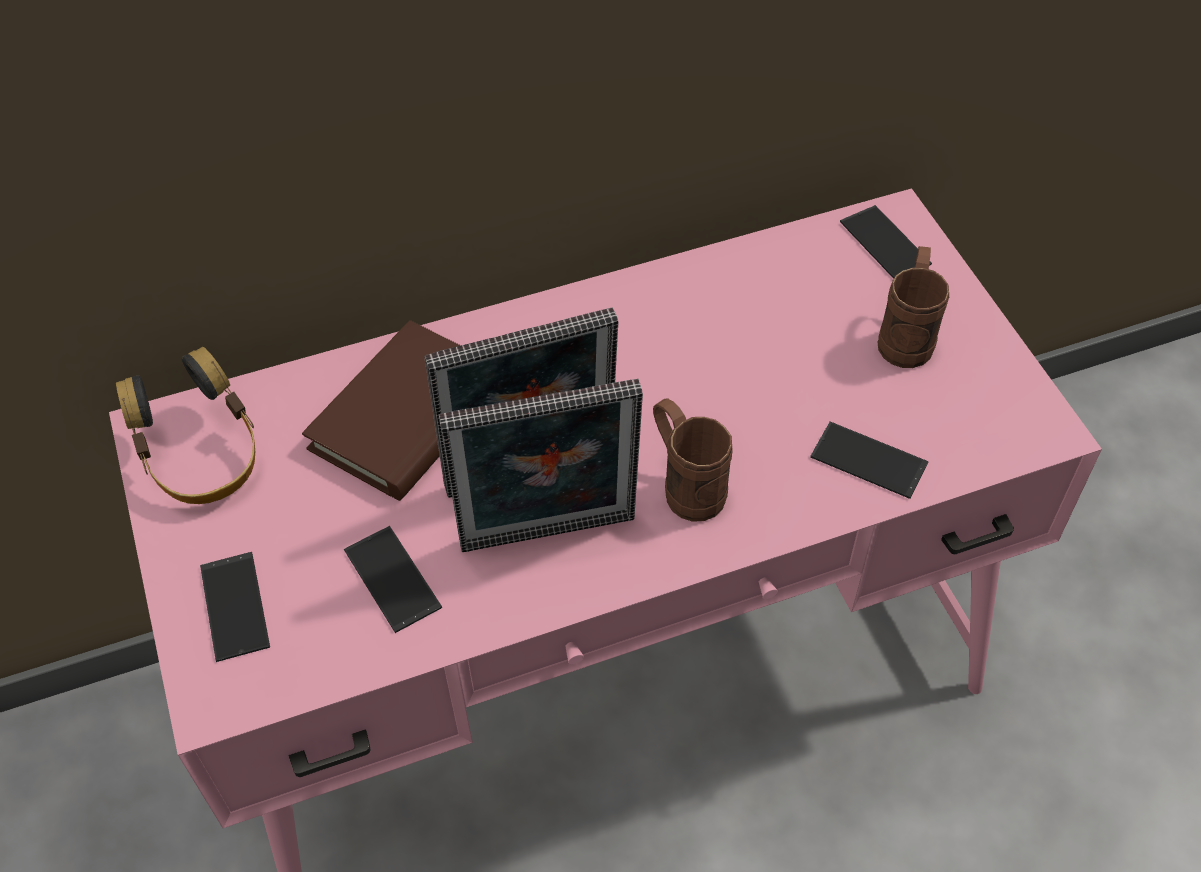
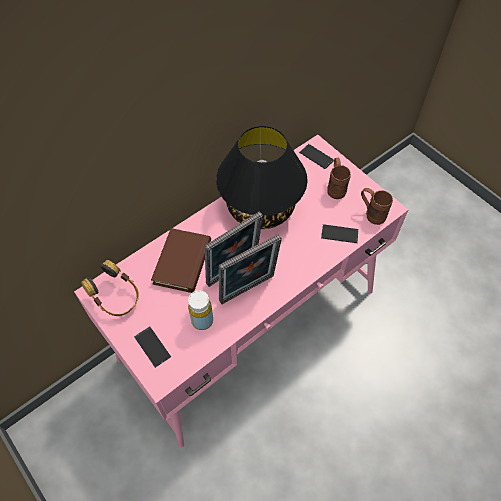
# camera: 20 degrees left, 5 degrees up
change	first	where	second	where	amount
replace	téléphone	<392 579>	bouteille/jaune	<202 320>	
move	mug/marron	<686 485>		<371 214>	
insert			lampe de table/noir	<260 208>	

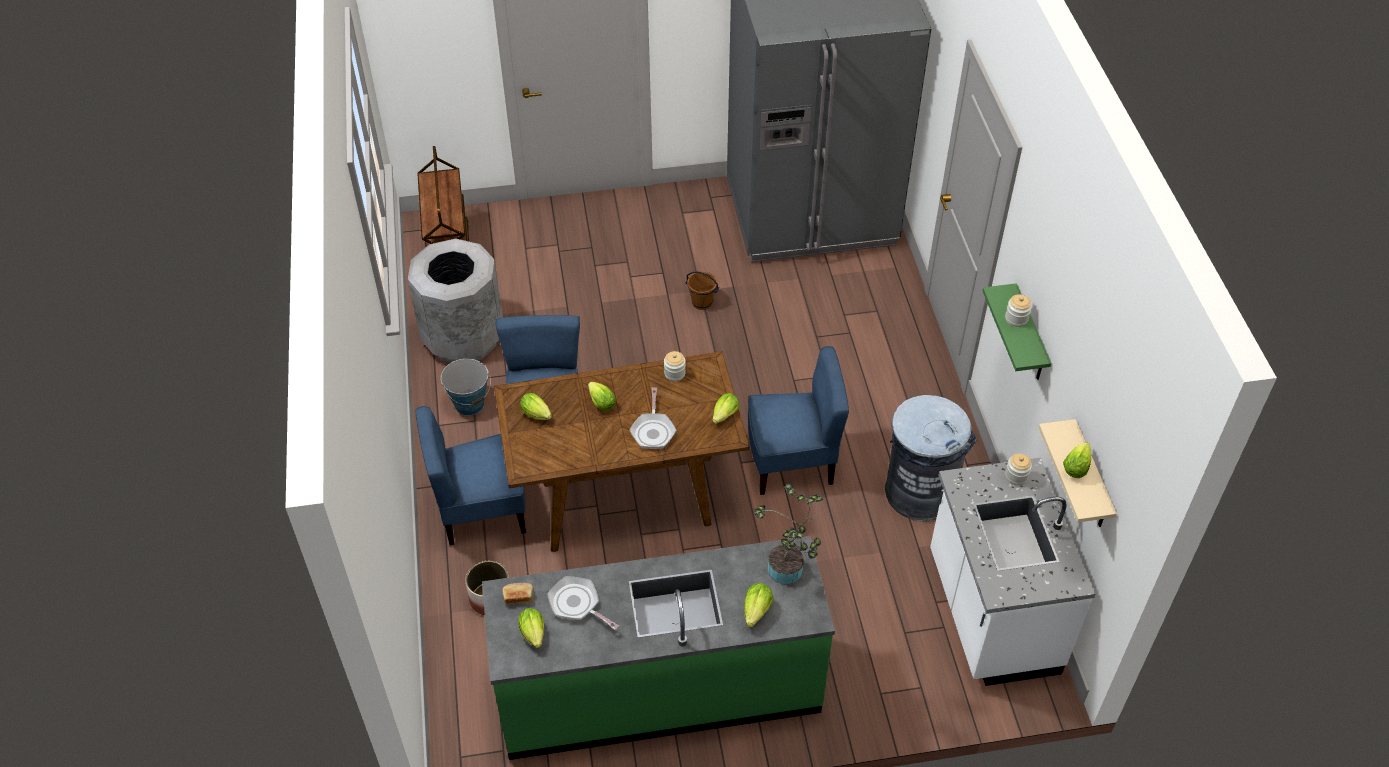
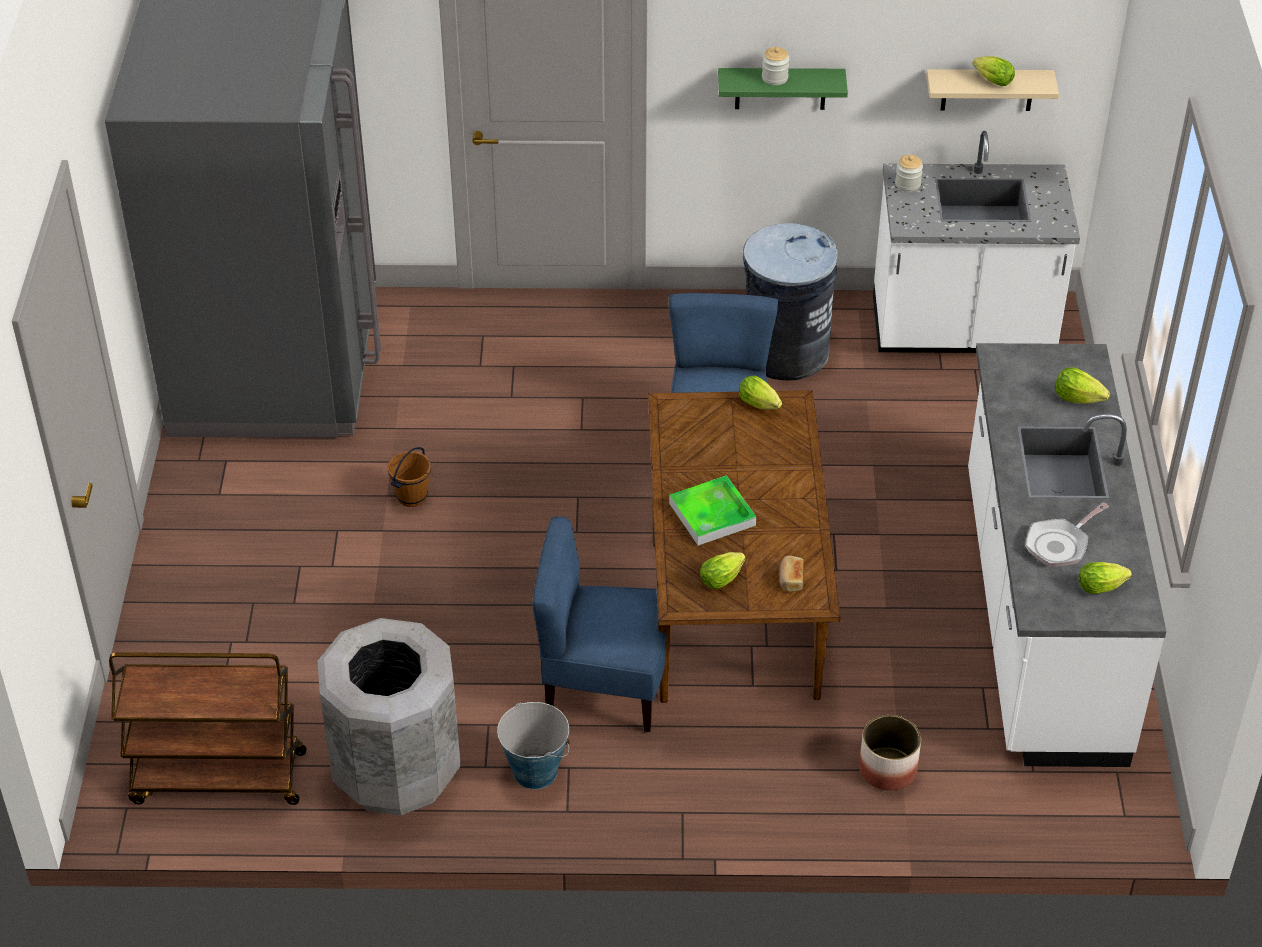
# camera: 80 degrees left, 5 degrees down
change	first	where	second	where	amount
delete	chaise/bleu	<481 511>			
recolor	comptoir de cuisine/vert	<659 689>	comptoir de cuisine/blanc	<1039 616>	
move	pain	<518 596>		<790 579>	
replace	laitue	<600 401>	plateau	<712 514>	
delete	poêle	<653 430>			
delete	bocal	<674 373>			
delete	plante en pot	<788 572>			

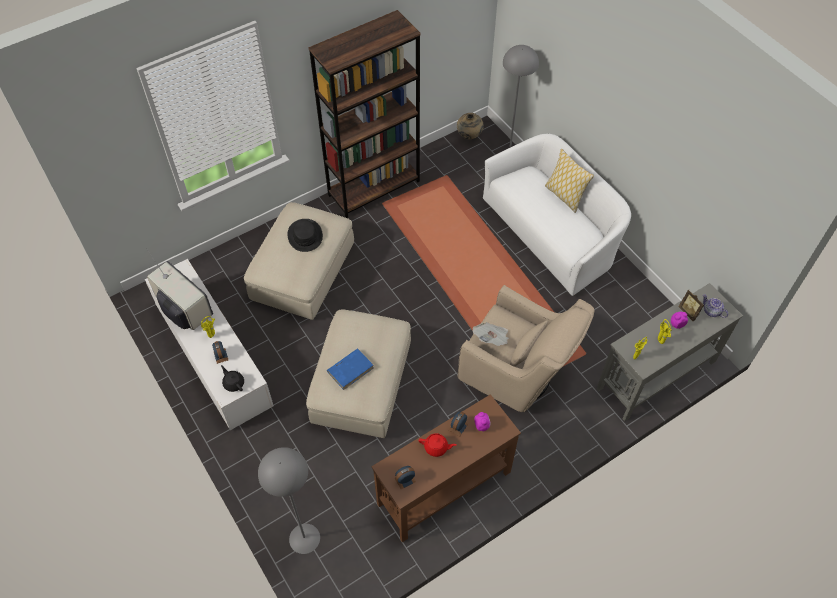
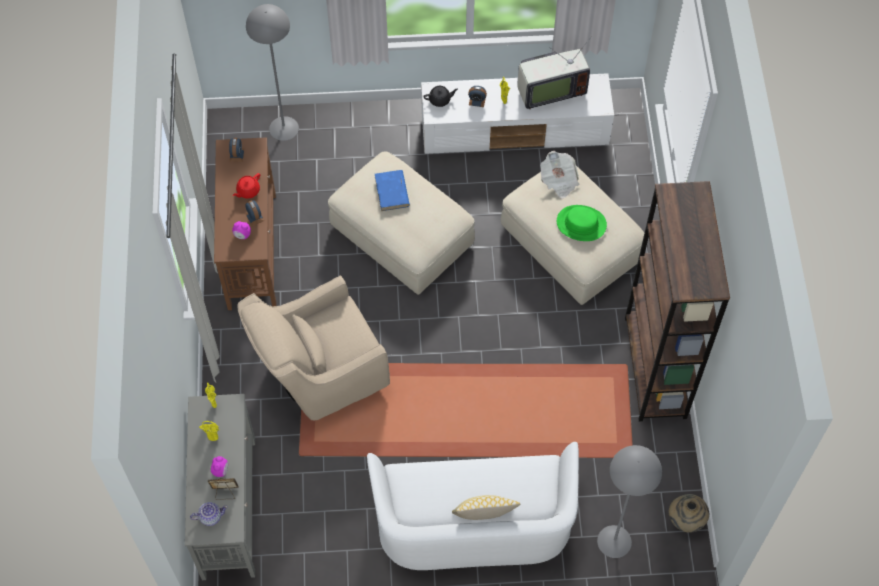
# camera: 120 degrees right, 5 degrees up
change	first	where	second	where	amount
recolor	chapeau/noir	<305 236>	chapeau/vert	<581 224>	
move	journal	<491 339>		<559 181>	

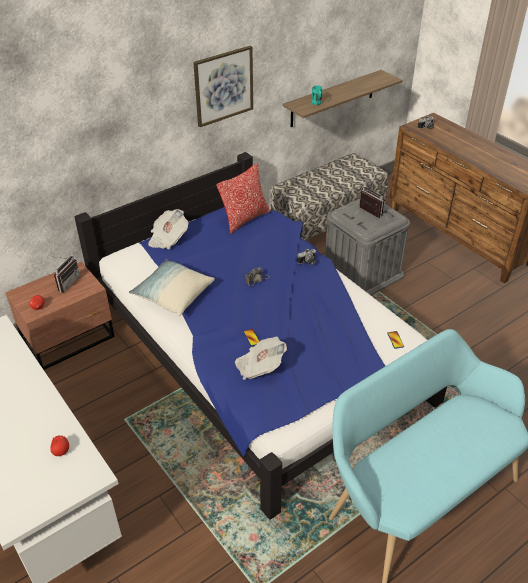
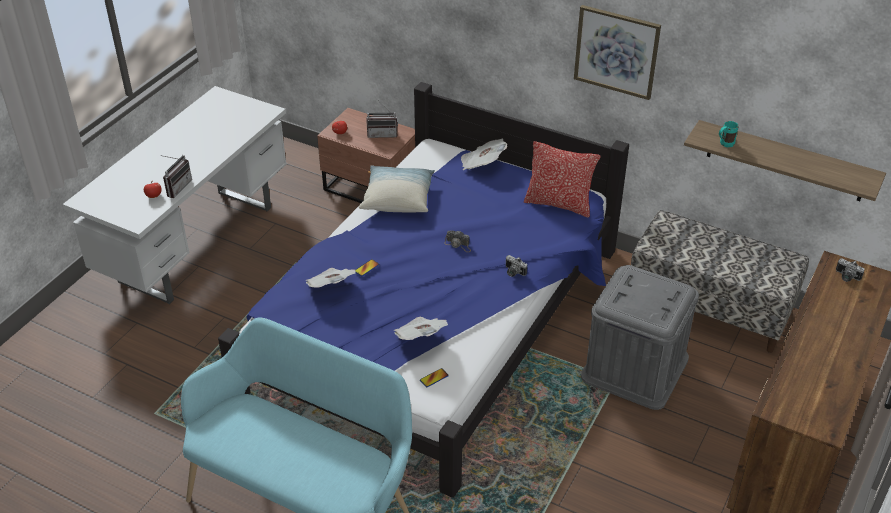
# camera: 65 degrees right, 0 degrees up
change	first	where	second	where	amount
move	radio	<368 213>		<176 187>	
insert			journal	<420 338>	

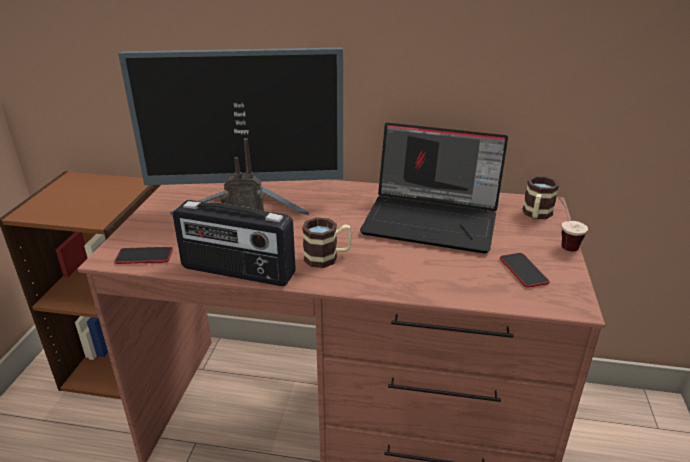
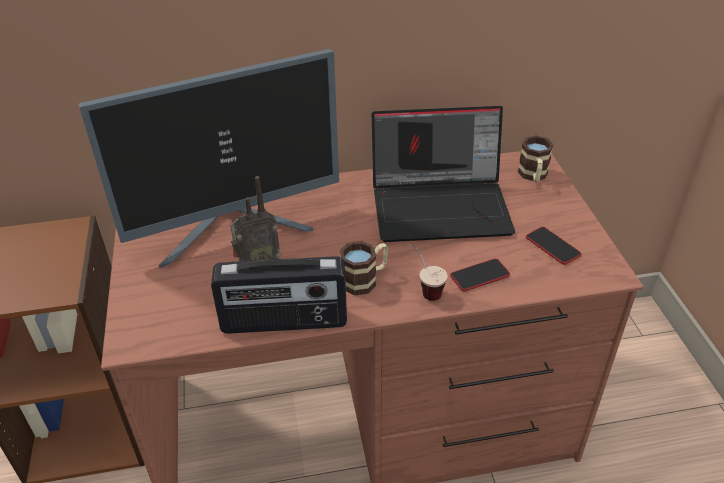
# camera: 20 degrees left, 10 degrees up
change	first	where	second	where	amount
move	téléphone	<144 256>		<479 276>	
move	tasse	<563 242>		<424 288>	

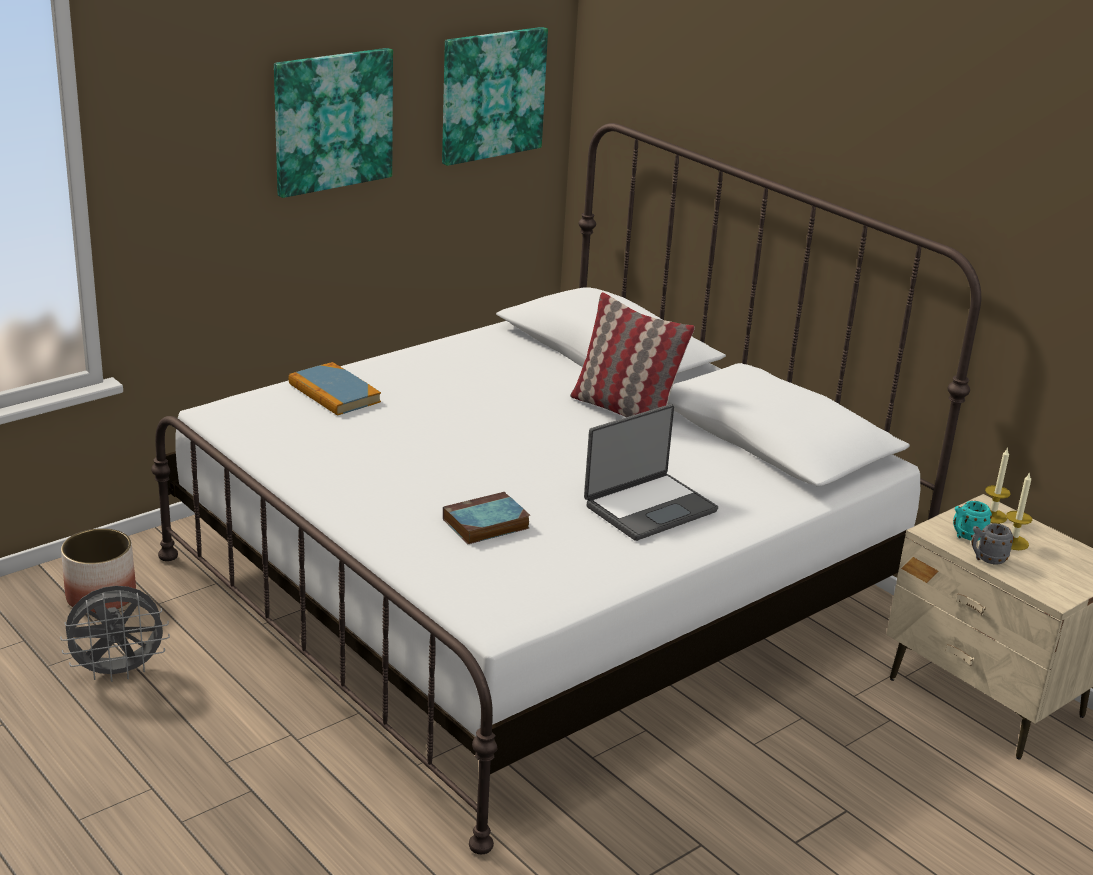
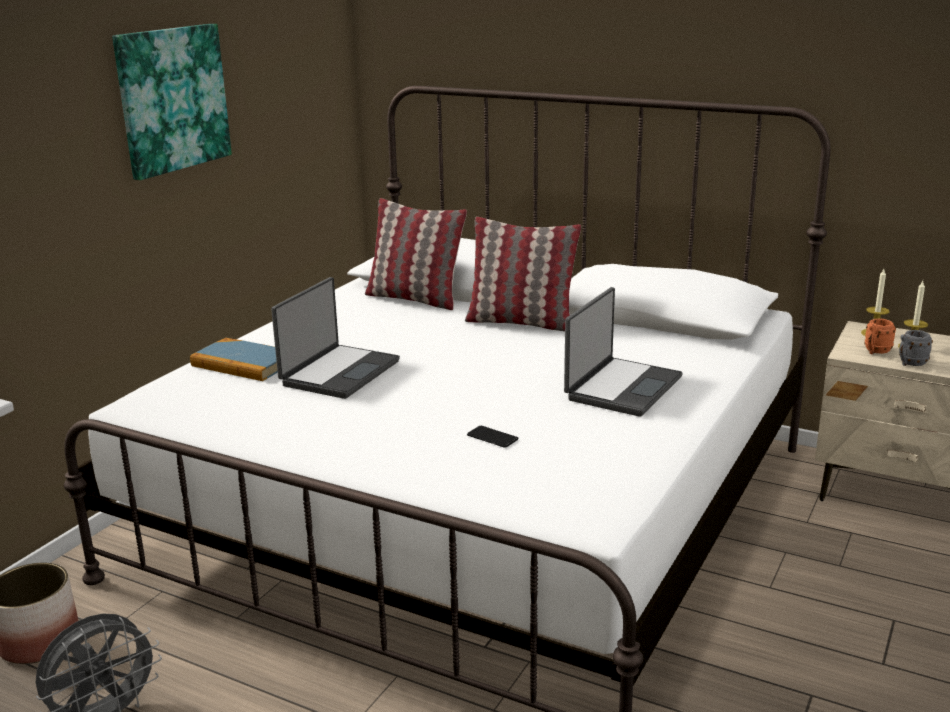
# camera: 20 degrees left, 5 degrees down
change	first	where	second	where	amount
delete	tableau	<492 94>			
replace	livre	<484 524>	téléphone	<492 437>	
recolor	mug/turquoise	<966 536>	mug/orange	<875 351>	
insert			ordinateur portable	<339 373>	
insert			coussin	<415 298>	

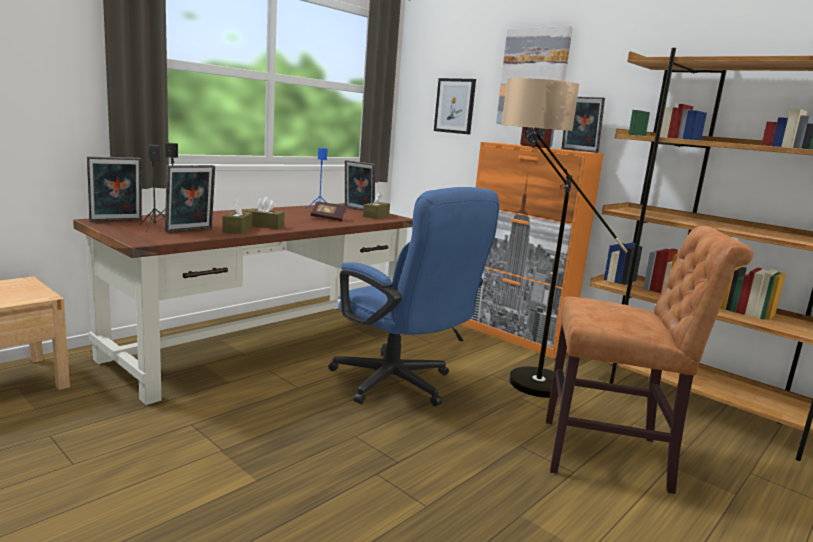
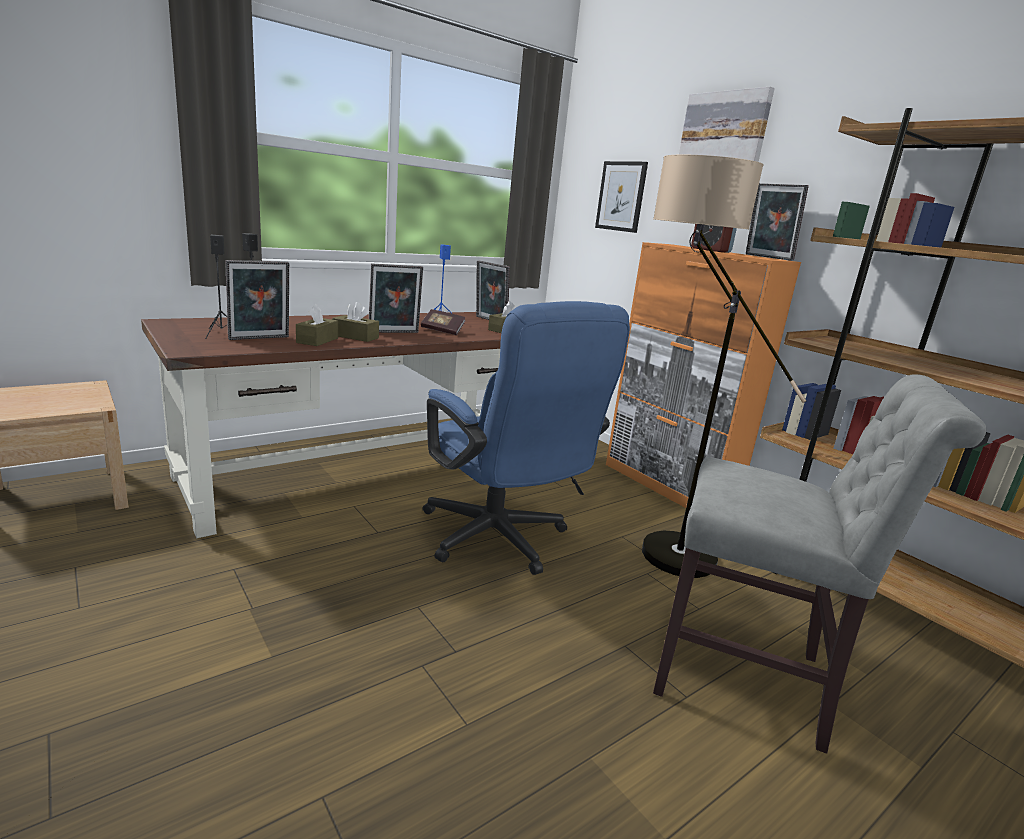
# camera: 10 degrees right, 5 degrees up
change	first	where	second	where	amount
move	cadre photo	<116 221>		<394 332>	
recolor	chaise/marron	<613 457>	chaise/gris	<750 679>	

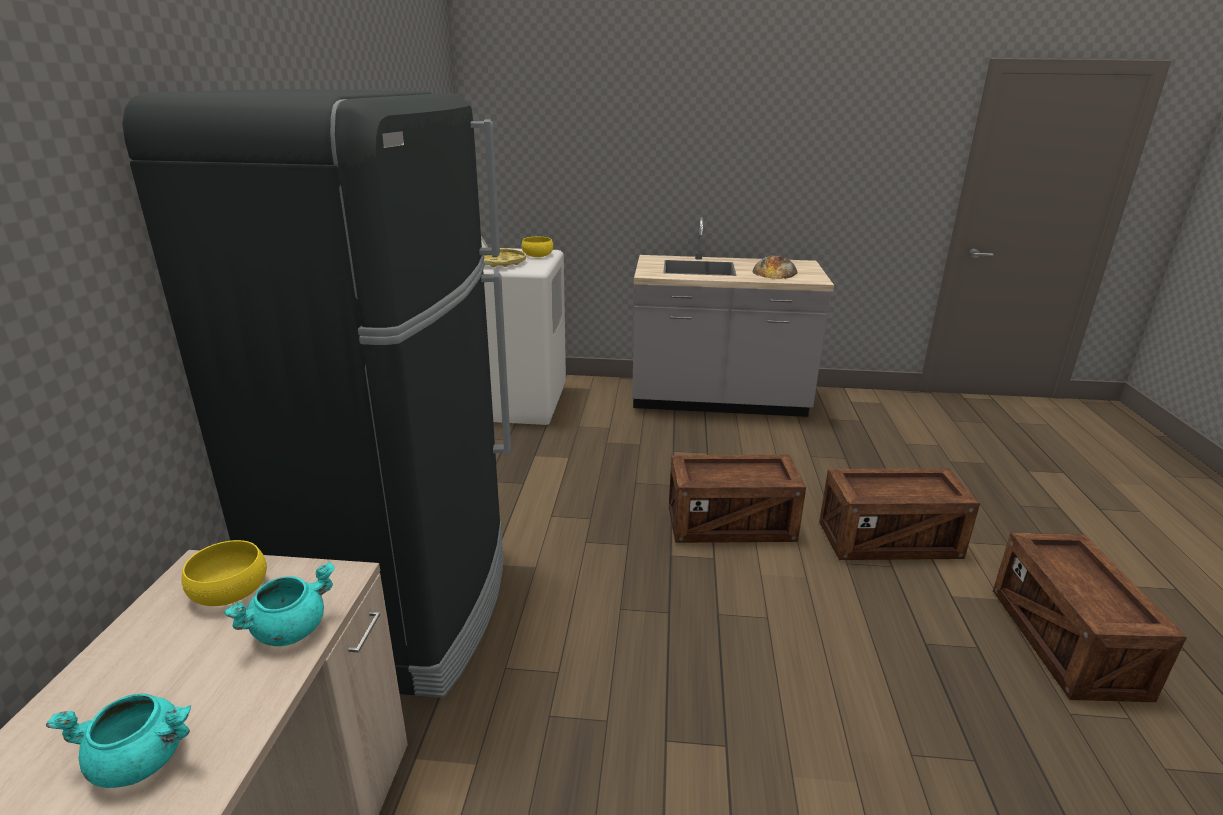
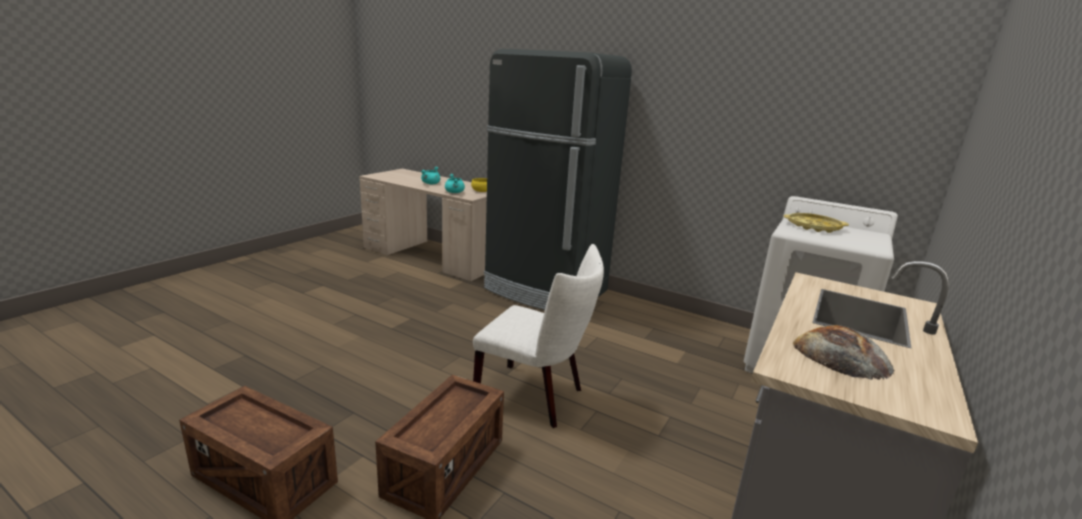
# camera: 115 degrees right, 5 degrees down
change	first	where	second	where	amount
delete	bol/jaune	<537 255>			
replace	caisse	<731 524>	chaise/blanc	<536 397>	

